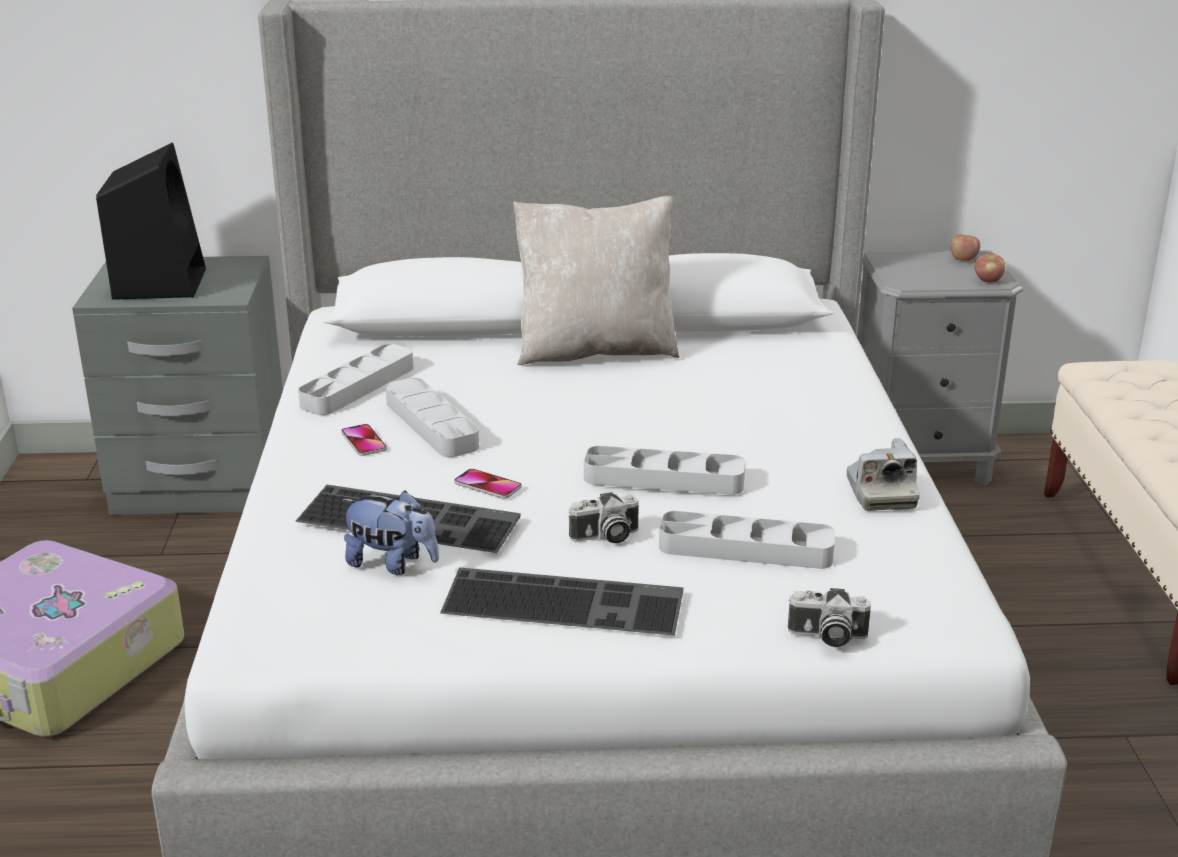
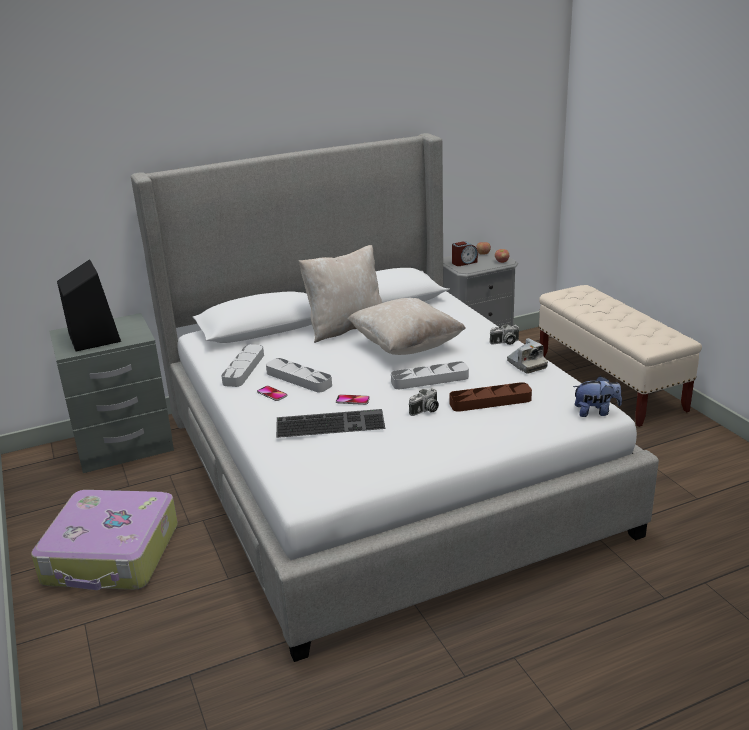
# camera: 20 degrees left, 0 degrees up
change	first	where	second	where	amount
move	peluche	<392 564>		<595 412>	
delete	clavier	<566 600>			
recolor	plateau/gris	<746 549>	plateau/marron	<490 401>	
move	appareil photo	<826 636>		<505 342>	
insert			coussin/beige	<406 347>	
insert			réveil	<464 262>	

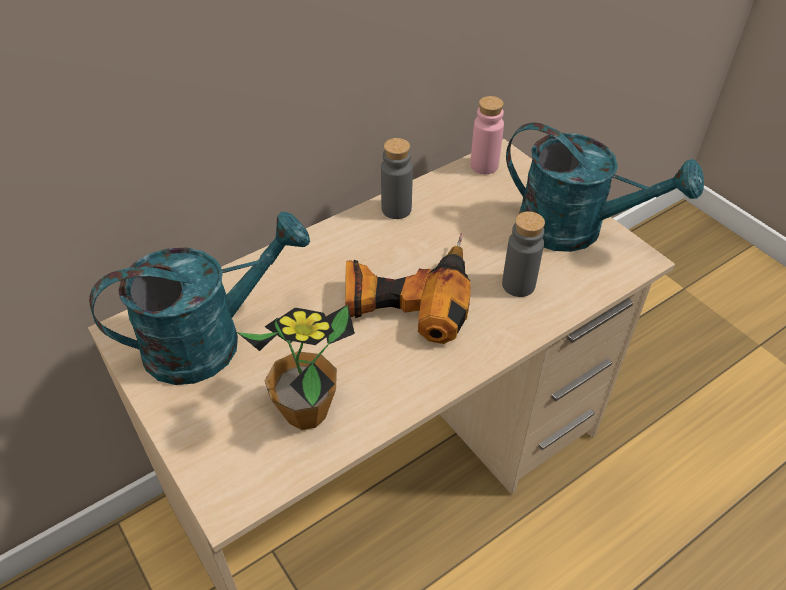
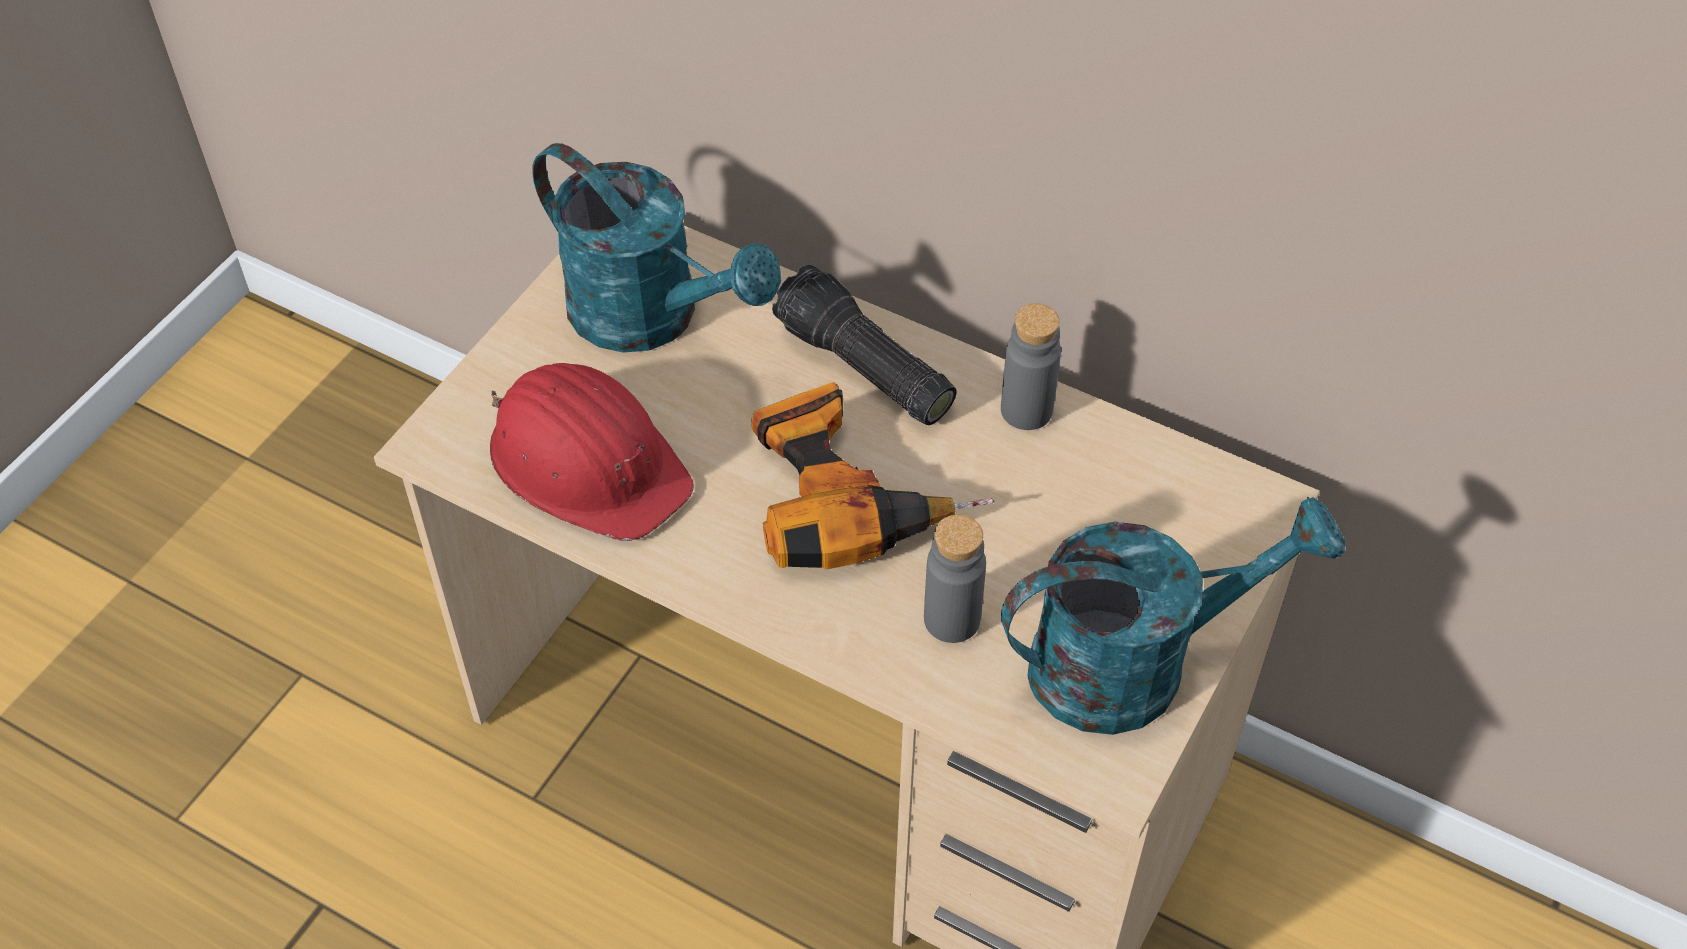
# camera: 65 degrees right, 5 degrees up
change	first	where	second	where	amount
replace	plante en pot	<306 413>	casque de chantier/rouge	<588 462>	
delete	bouteille/rose	<484 165>			
rotate	arrosoir/turquoise	<576 229>		<1135 662>	105 degrees counterclockwise
insert			lampe de poche	<861 368>	

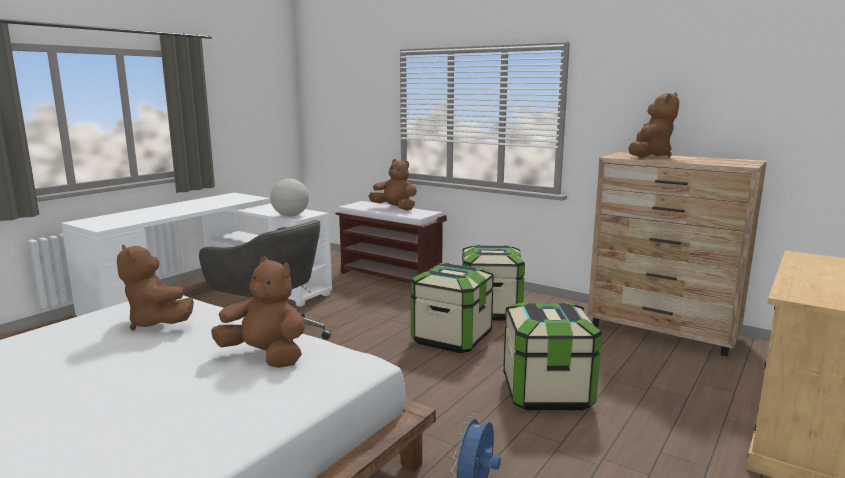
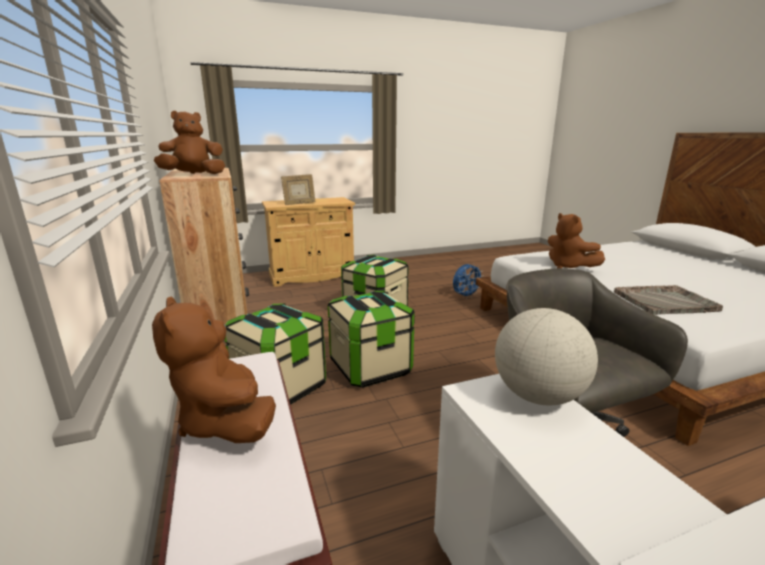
# camera: 145 degrees left, 5 degrees up
change	first	where	second	where	amount
replace	peluche/marron	<158 323>	plateau/gris	<665 301>	
insert			cadre photo	<299 203>	

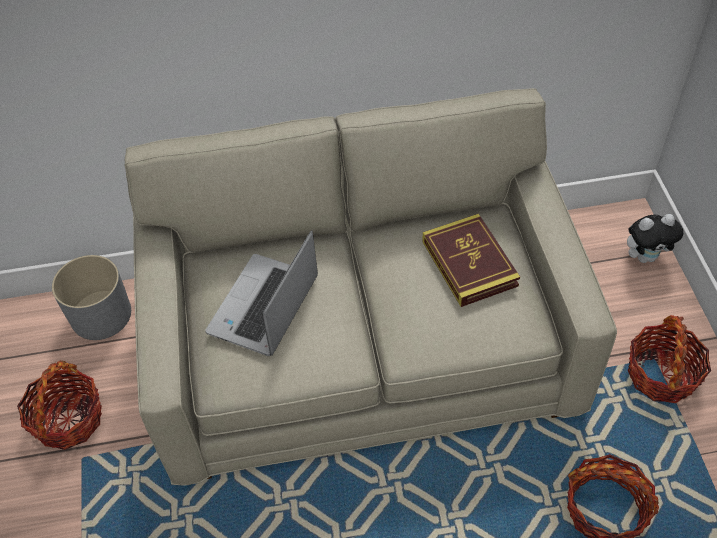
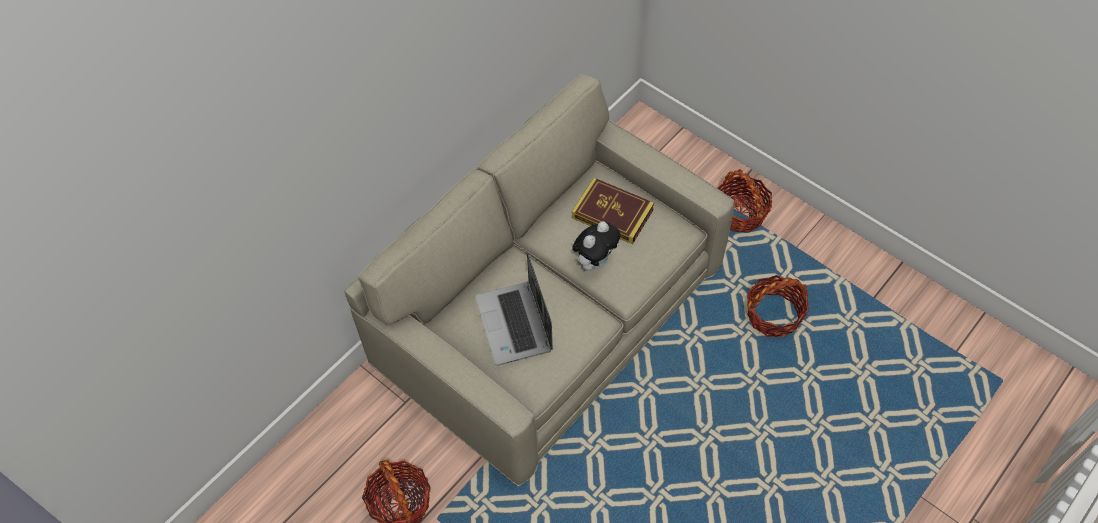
# camera: 40 degrees left, 5 degrees up
change	first	where	second	where	amount
delete	cache-pot/gris	<101 314>			
move	peluche	<646 256>		<595 261>	

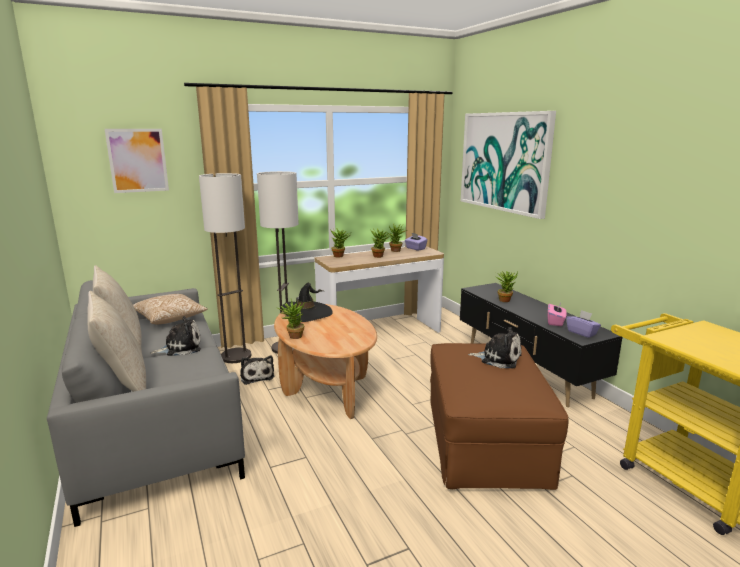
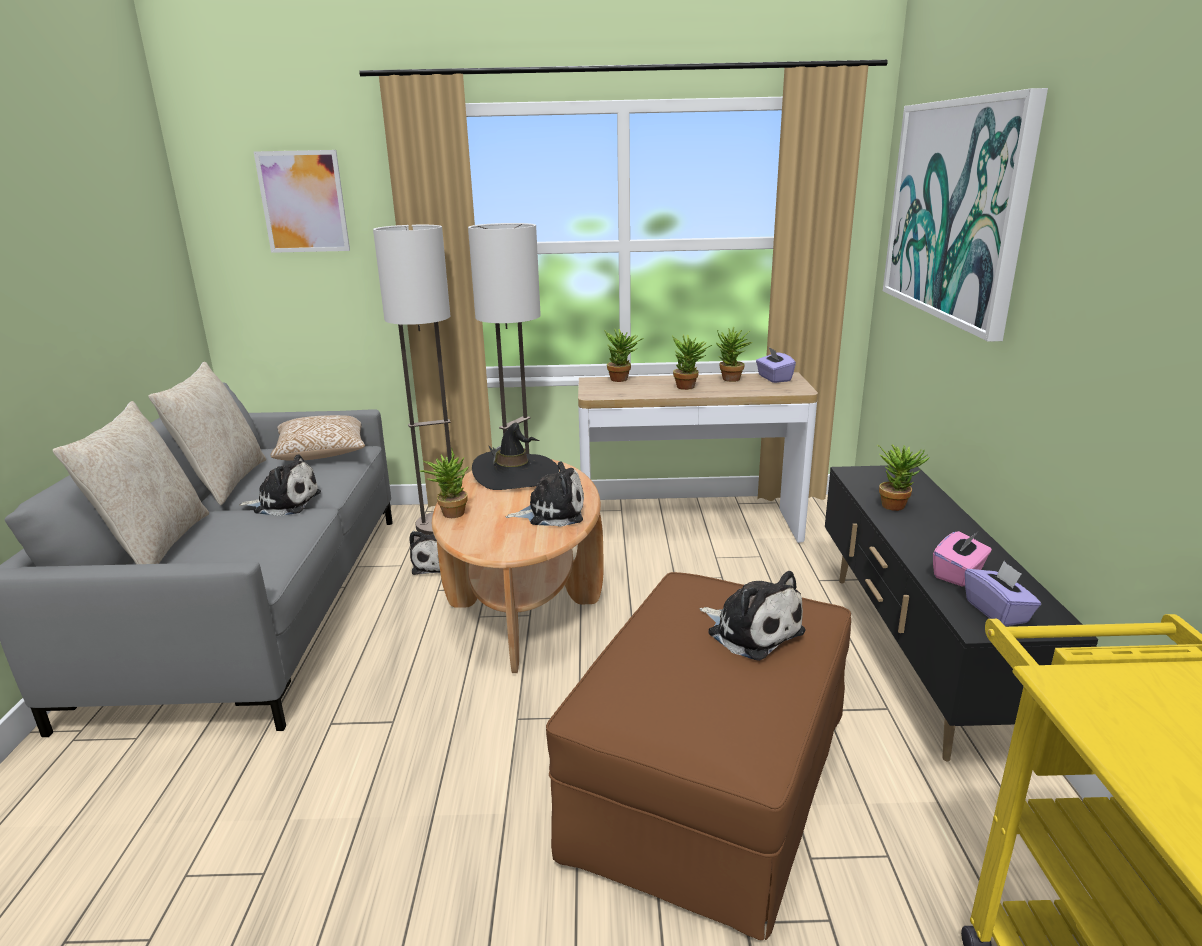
# camera: 25 degrees right, 5 degrees up
change	first	where	second	where	amount
insert			peluche	<552 513>	

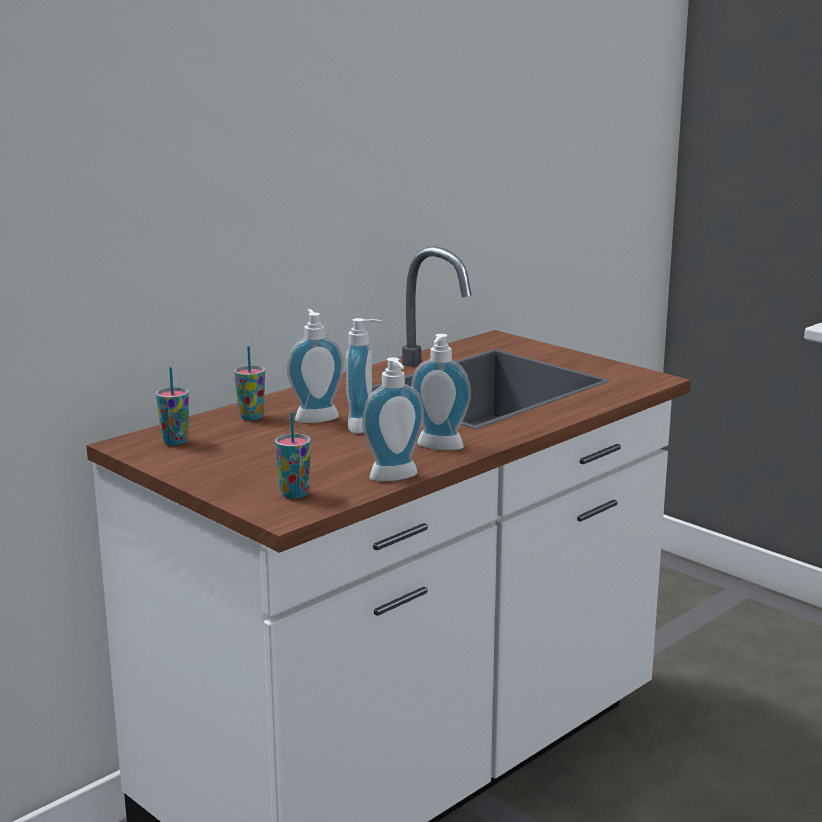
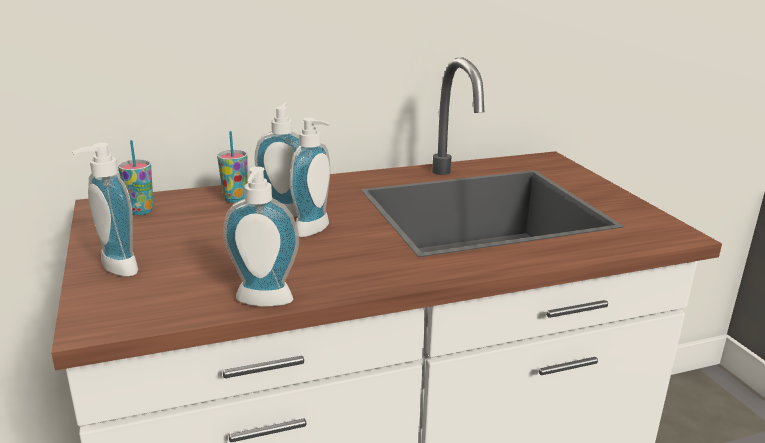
# camera: 25 degrees right, 5 degrees up
change	first	where	second	where	amount
delete	tasse	<294 494>			
move	distributeur de savon	<438 448>		<114 269>	

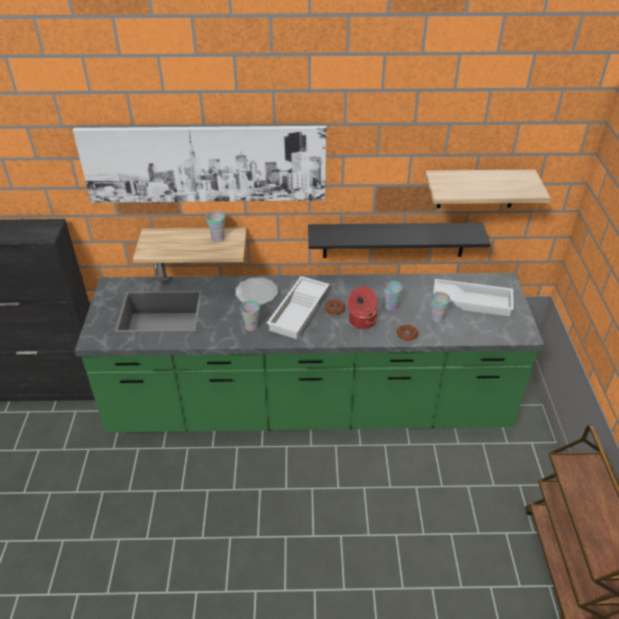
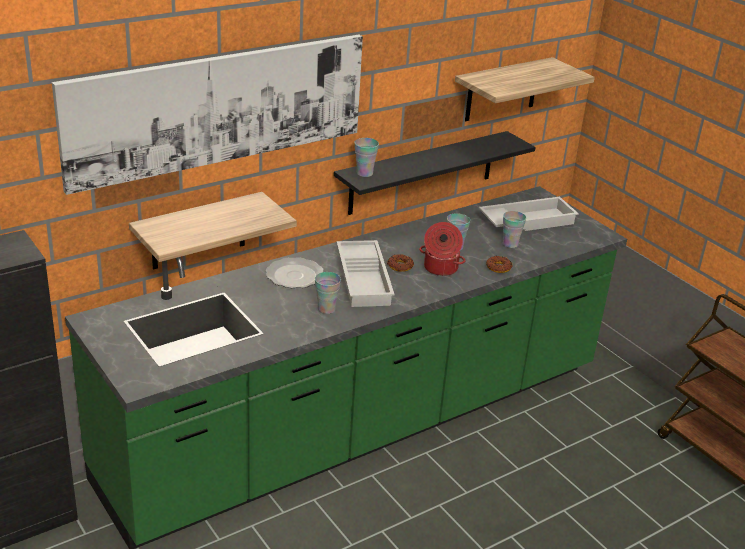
# camera: 35 degrees left, 10 degrees down
change	first	where	second	where	amount
move	tasse	<217 238>		<364 173>	

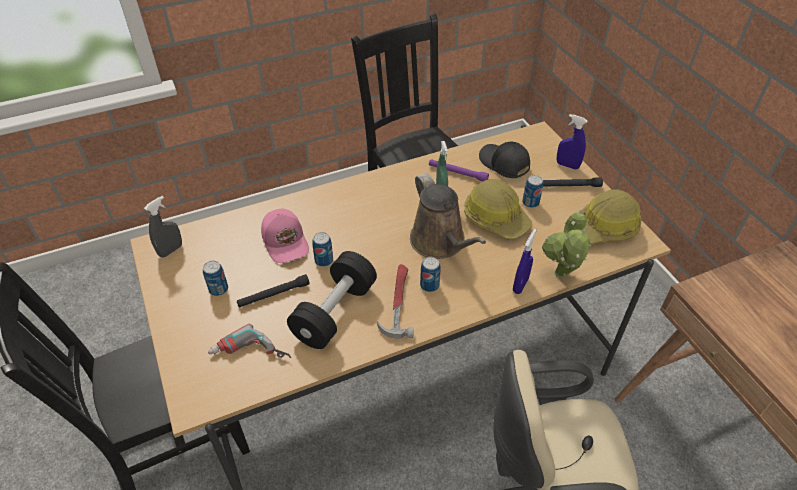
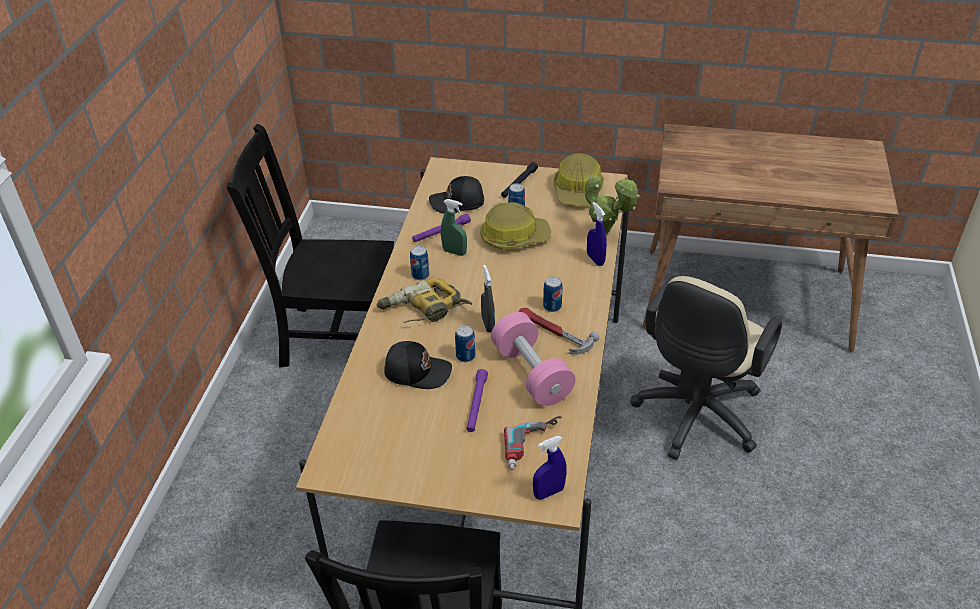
# camera: 55 degrees left, 5 degrees down
change	first	where	second	where	amount
move	vaporisateur/gris	<171 250>		<488 324>	
move	boîte métallique	<218 289>		<420 275>	
recolor	lampe de poche/noir	<274 295>	lampe de poche/violet	<476 404>	
recolor	casquette/rose	<286 241>	casquette/noir	<417 371>	
recolor	haltère/noir	<335 312>	haltère/rose	<531 373>	
delete	arrosoir/marron	<440 243>			
move	vaporisateur/bleu	<567 165>		<549 492>	
insert			perceuse	<423 310>	

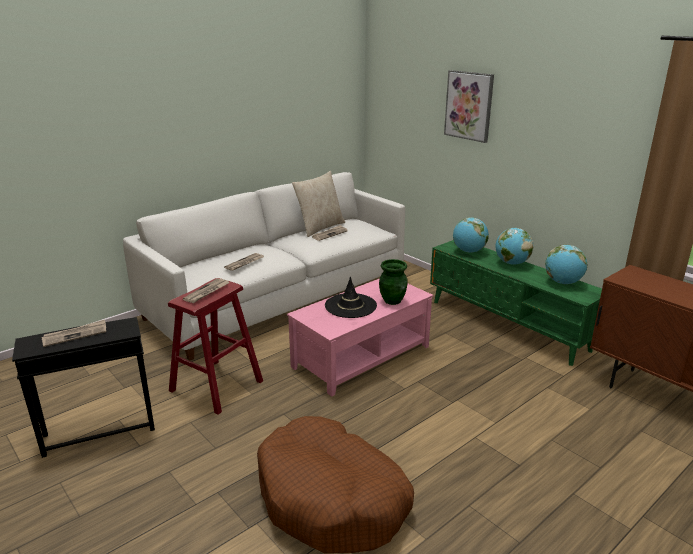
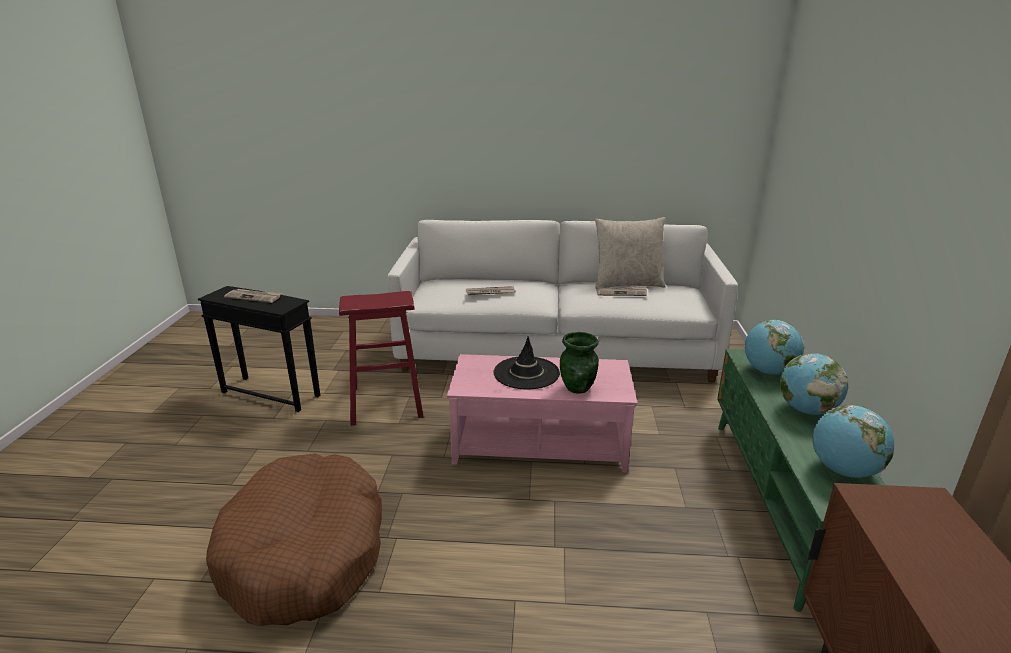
# camera: 45 degrees right, 0 degrees up
change	first	where	second	where	amount
delete	journal	<207 292>			
delete	tableau	<469 105>			

